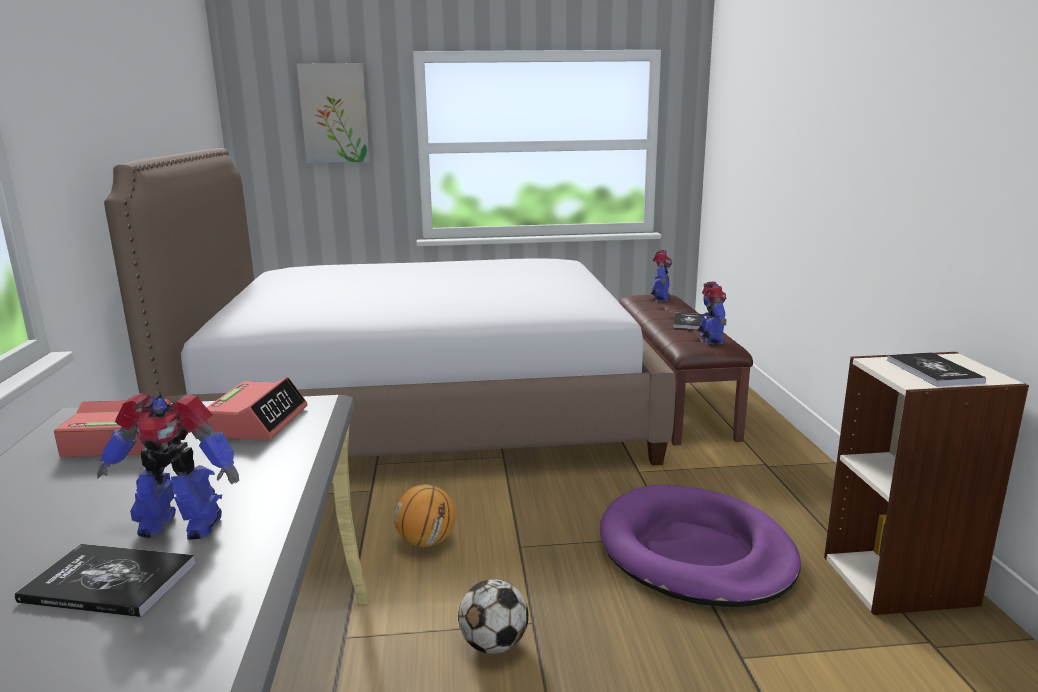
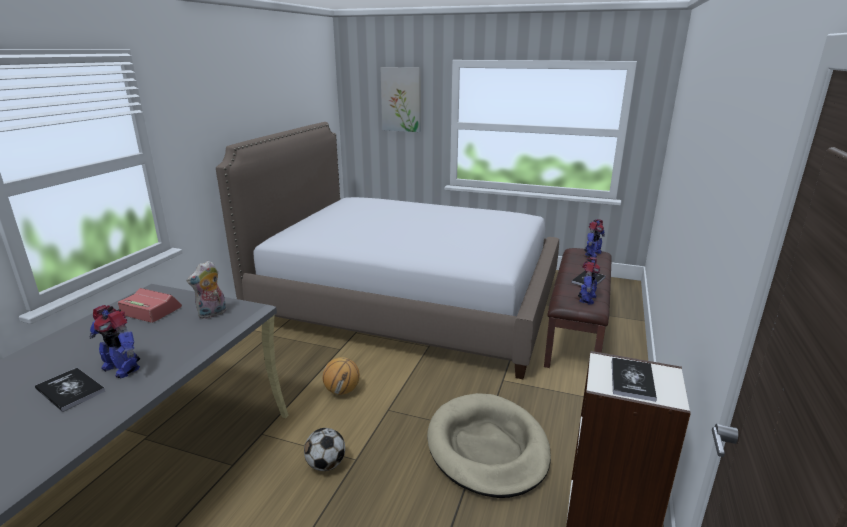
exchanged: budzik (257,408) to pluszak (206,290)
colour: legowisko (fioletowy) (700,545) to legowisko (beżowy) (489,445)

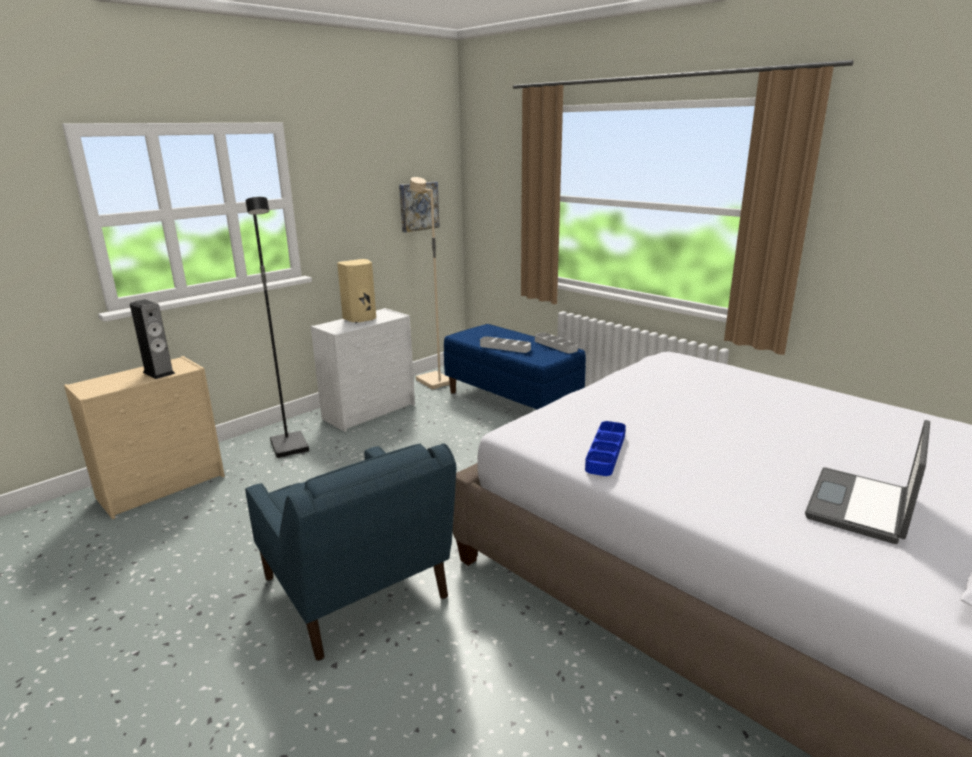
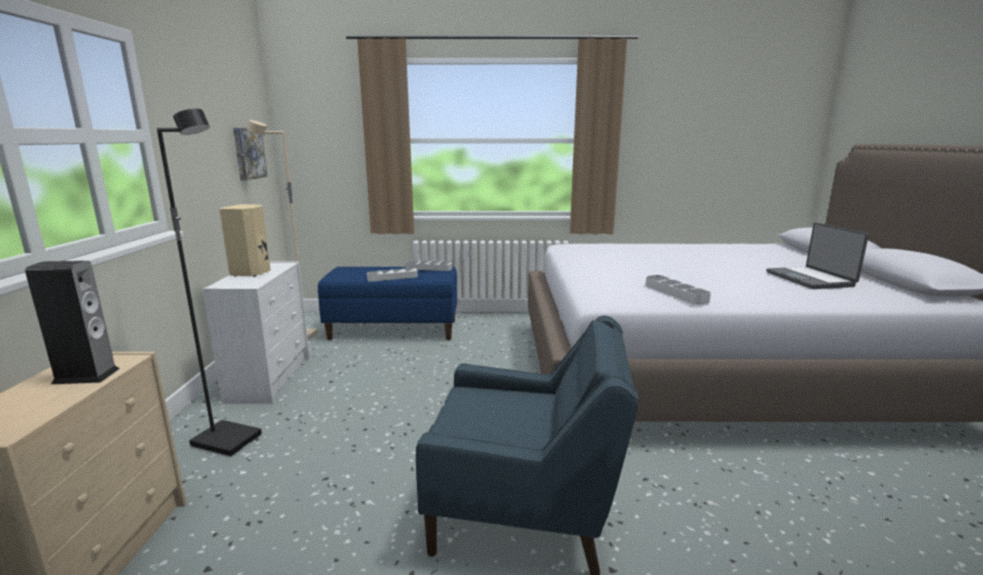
colour: taca (niebieski) (605,448) to taca (szary) (678,290)

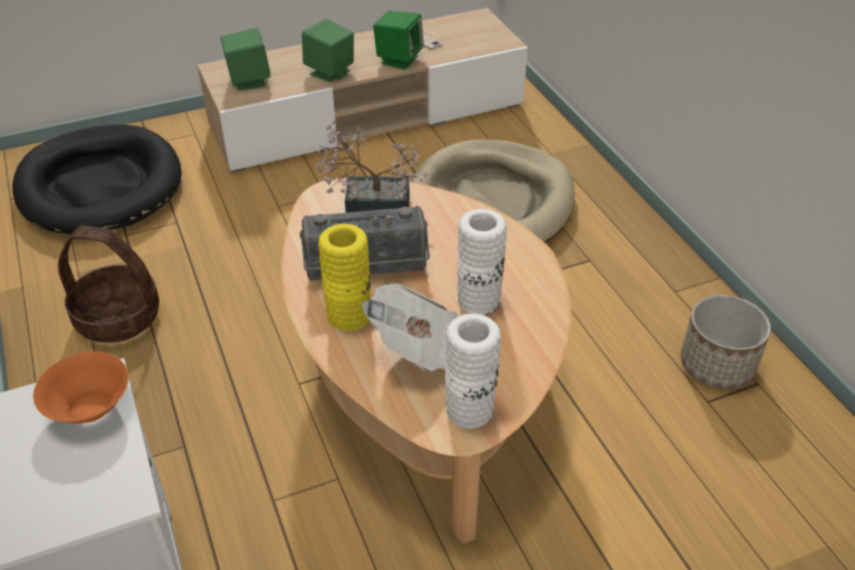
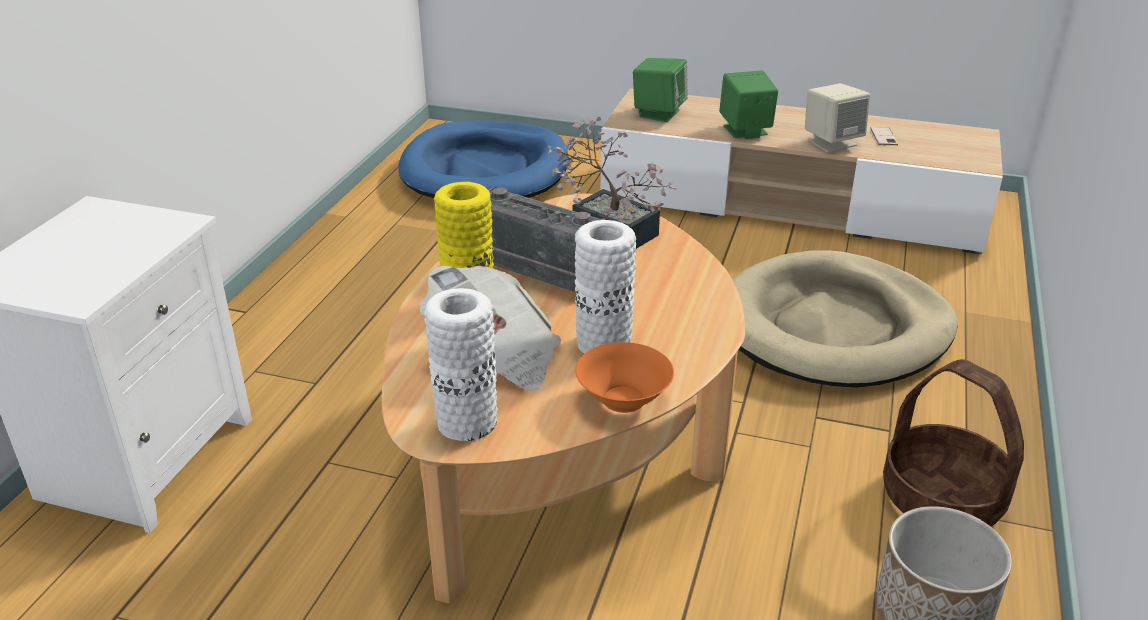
relocated: miska (pomarańczowy) (81,388) to (624,377); koszyk (108,284) to (953,442)
colour: legowisko (czarny) (97,179) to legowisko (niebieski) (483,159); głośnik (zielony) (398,40) to głośnik (beżowy) (837,117)

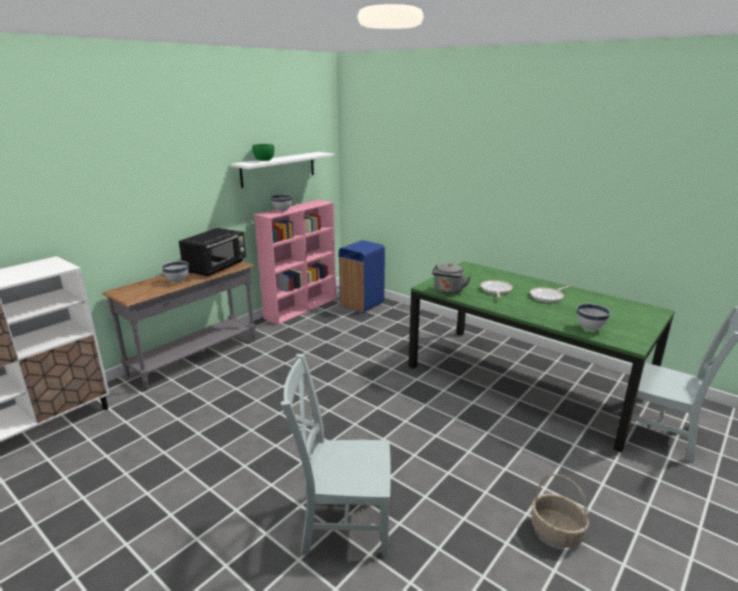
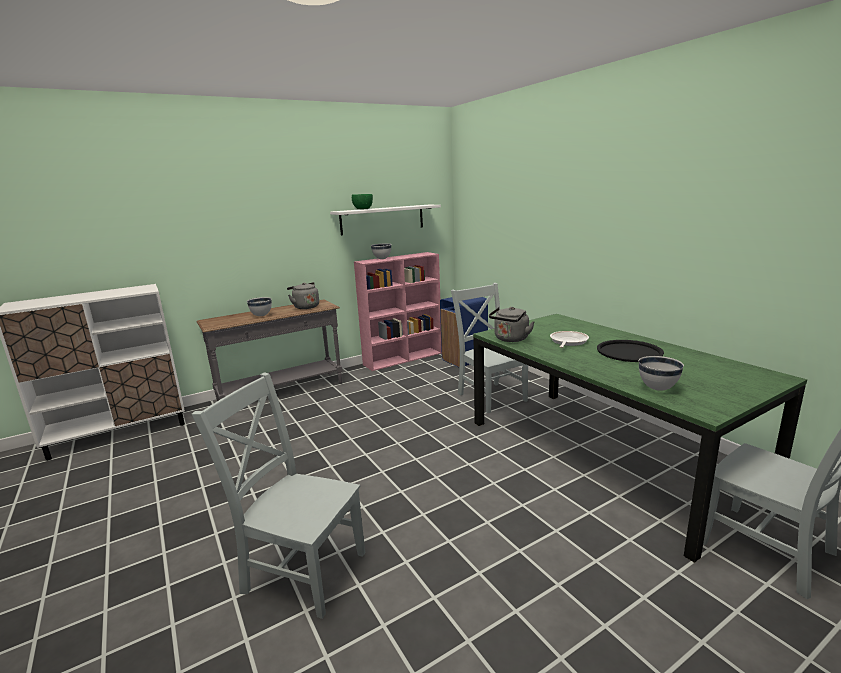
missing: koszyk (560,511)
appeared: krzesło (szary) (489,348)
exchanged: mikrofalówka (czarny) (212,252) to czajnik (szary) (303,295); patelnia (550,294) to taca (czarny) (630,351)

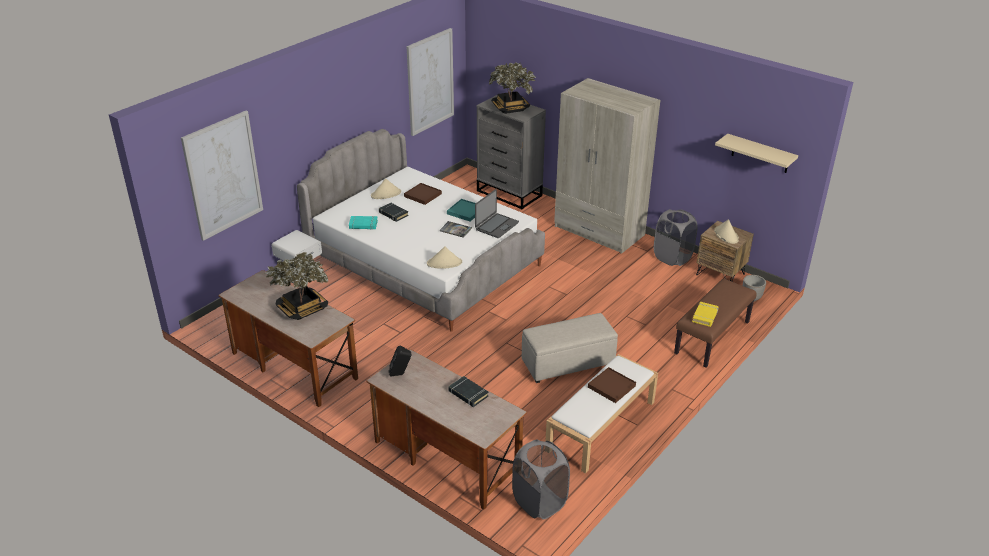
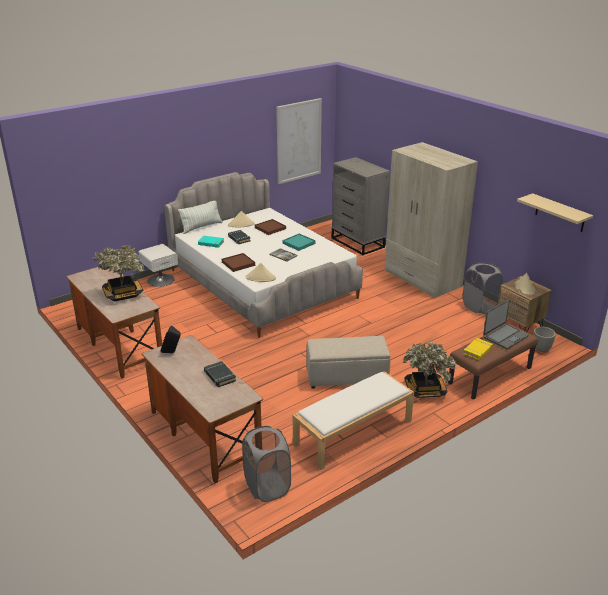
missing: obraz (222,176)
appeared: poduszka (200,217)
relocated: laptop (497,213) to (506,324); roślina doniczkowa (512,88) to (430,369); taca (brązowy) (612,385) to (238,262)

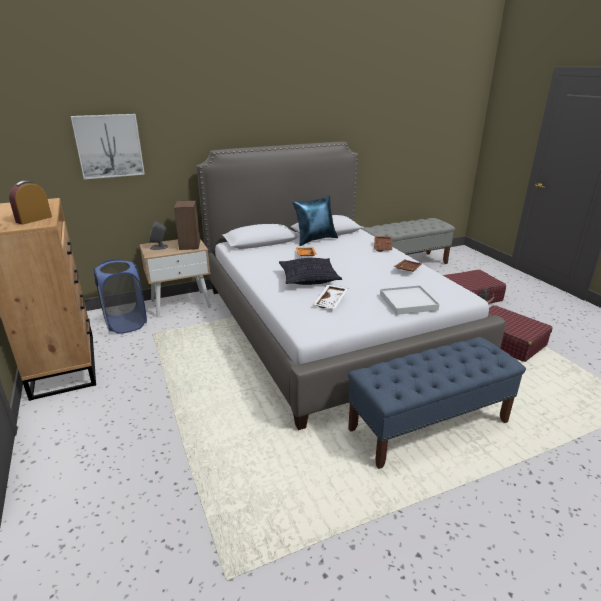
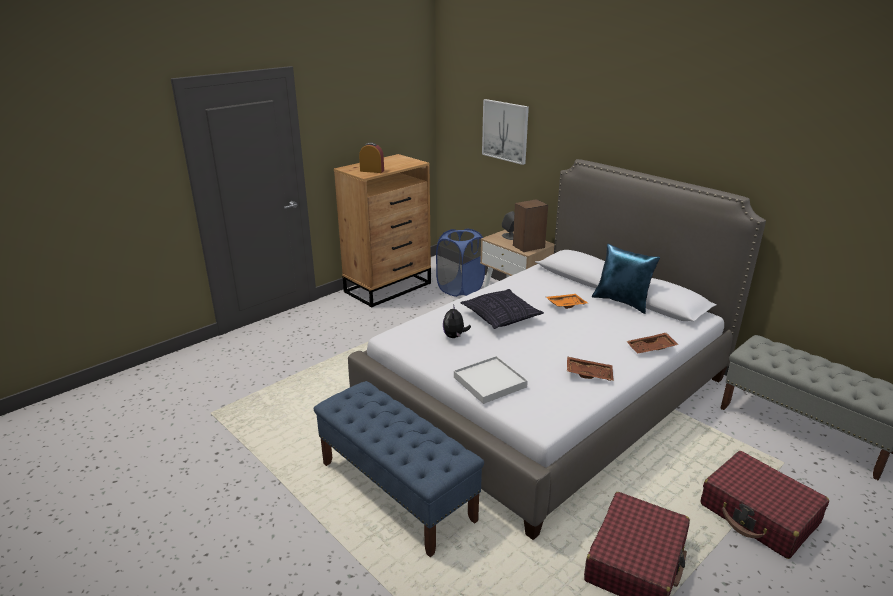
exchanged: taca (biały) (330,296) to pluszak (457,321)

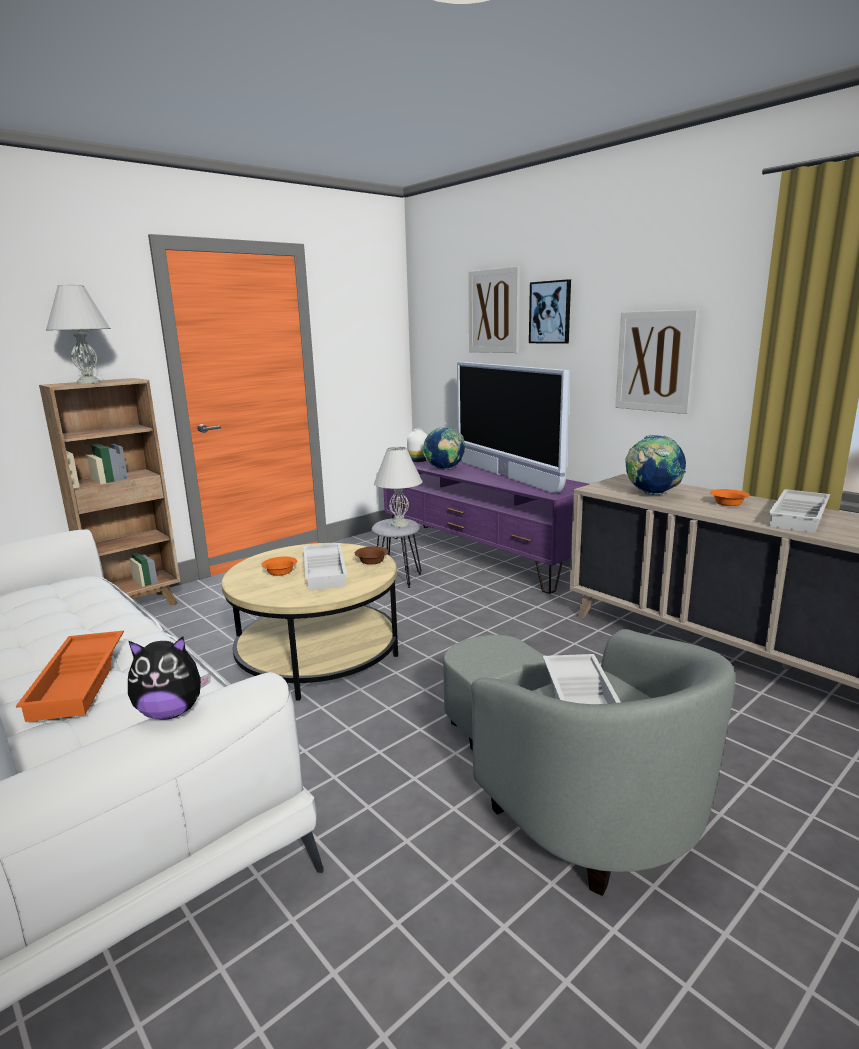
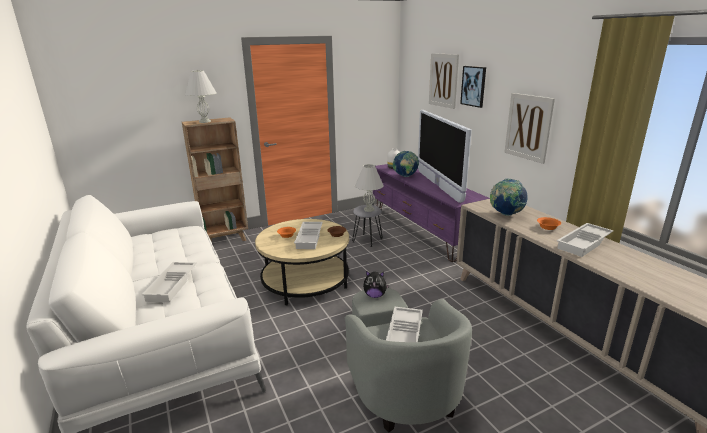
relocated: pluszak (169,678) to (376,284)
colour: taca (pomarańczowy) (70,676) to taca (biały) (169,282)

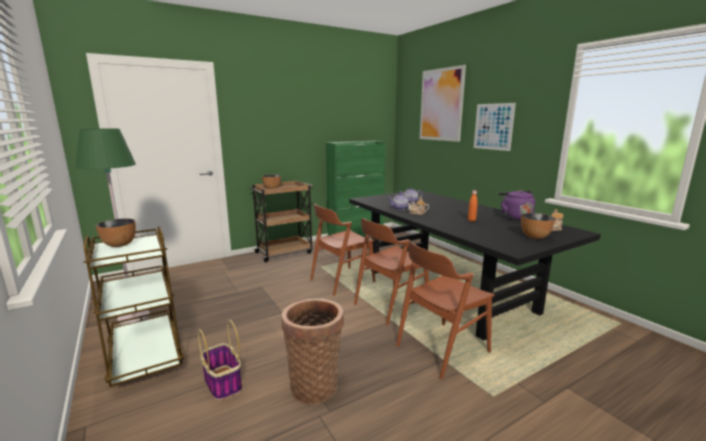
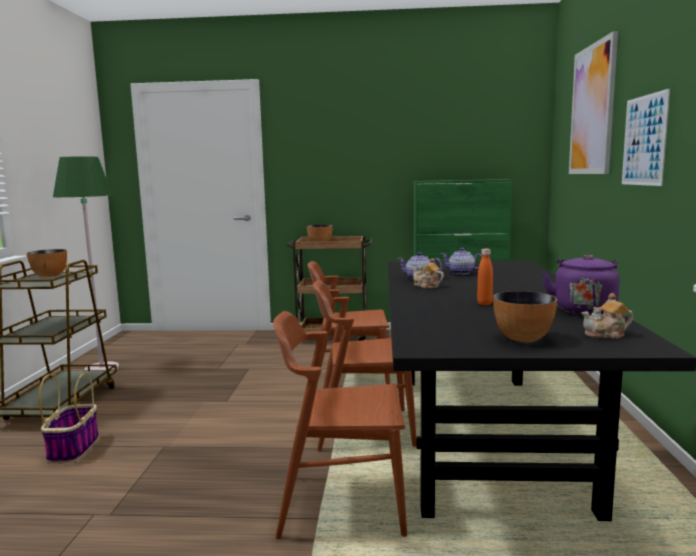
missing: koszyk (313,351)

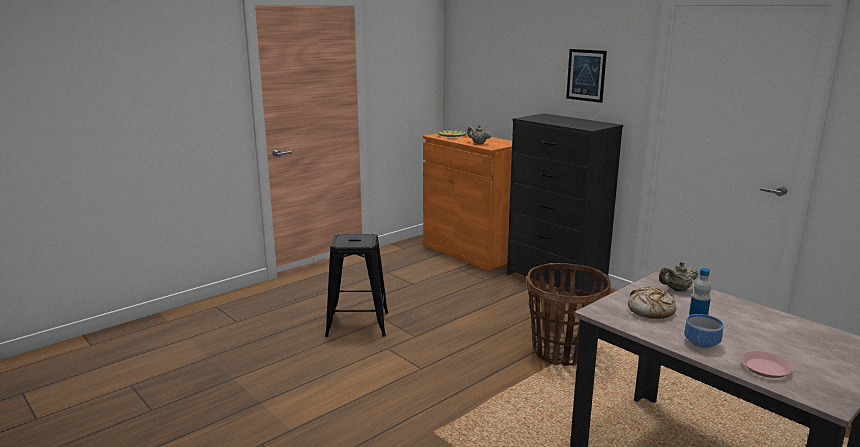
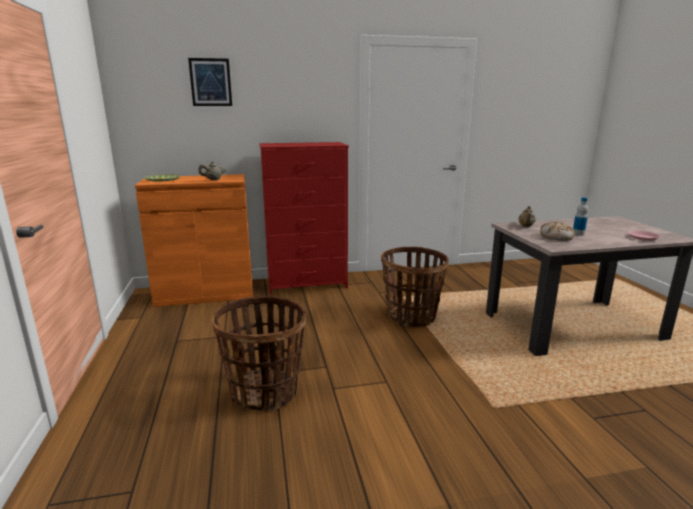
missing: miska (704,331)
relocated: obraz (586,76) to (210,82)
exchanged: stołek (czarny) (356,285) to koszyk (259,353)
colour: komoda (czarny) (565,204) to komoda (czerwony) (304,218)

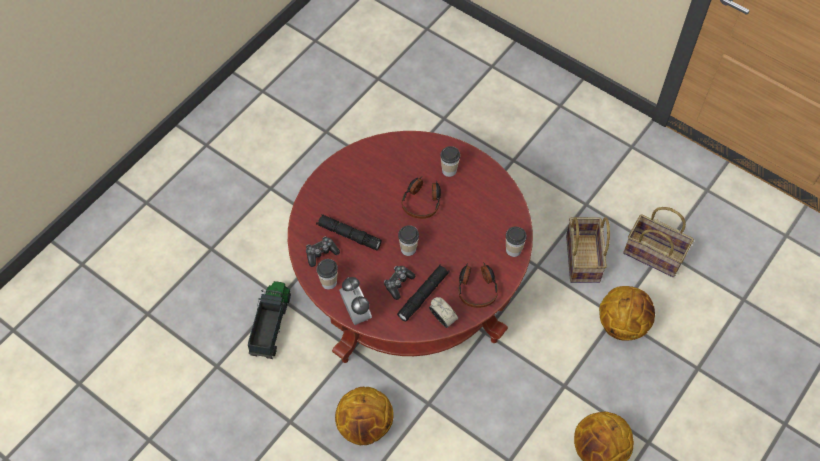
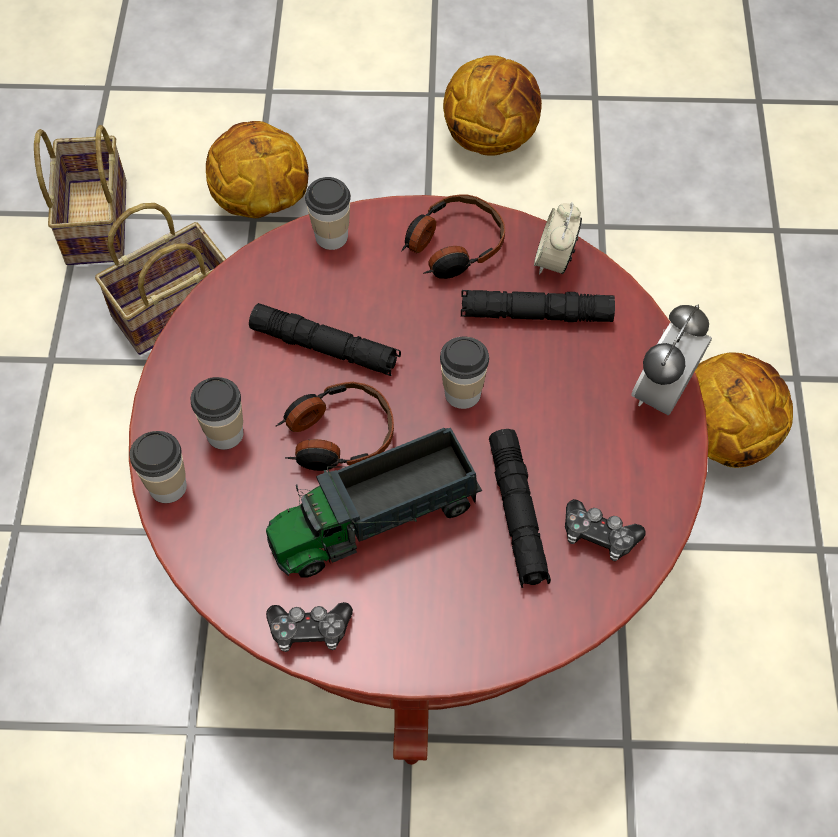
appeared: latarka (czarny) (325,339)
relocated: ciężarówka zabawkowa (269,320) to (374,503); filiżanka (327,274) to (158,467); pad do gier (399,283) to (309,627)

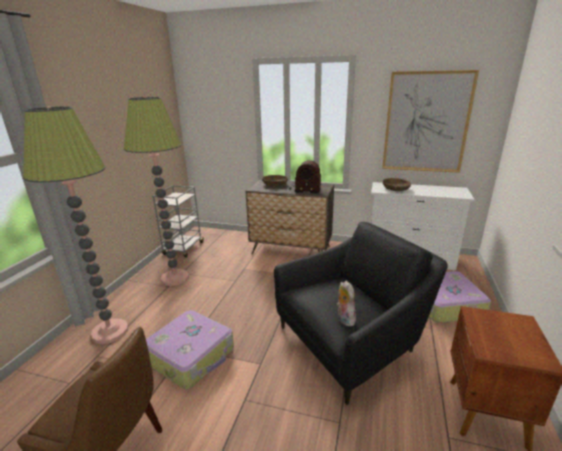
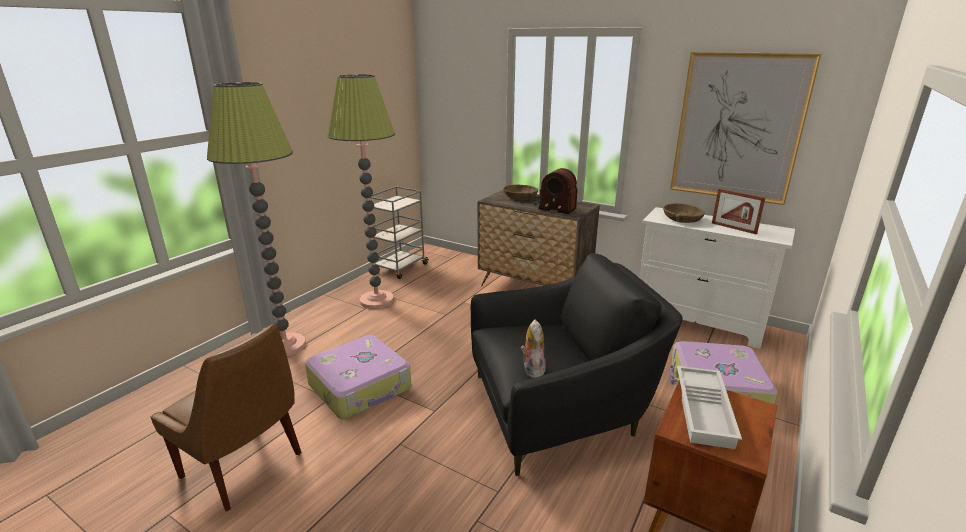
appeared: taca (biały) (709,407); ramka na zdjęcie (738,211)

